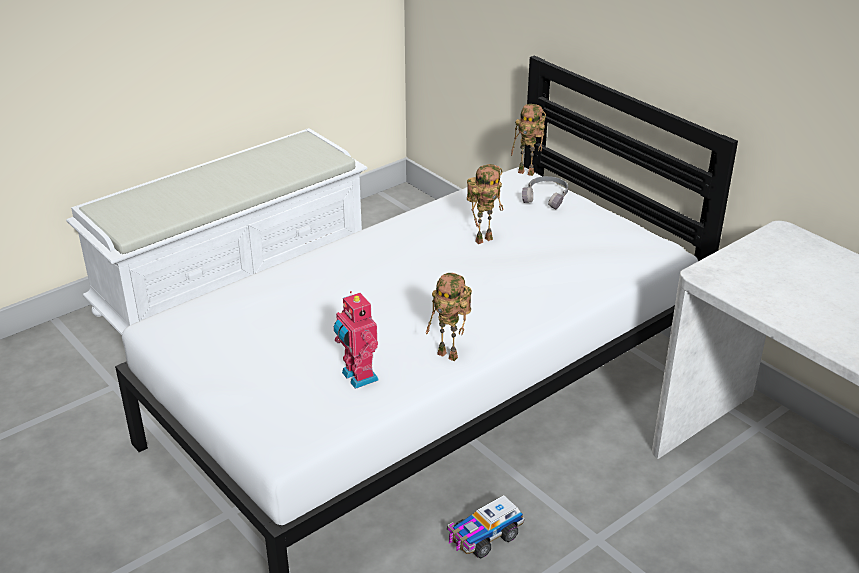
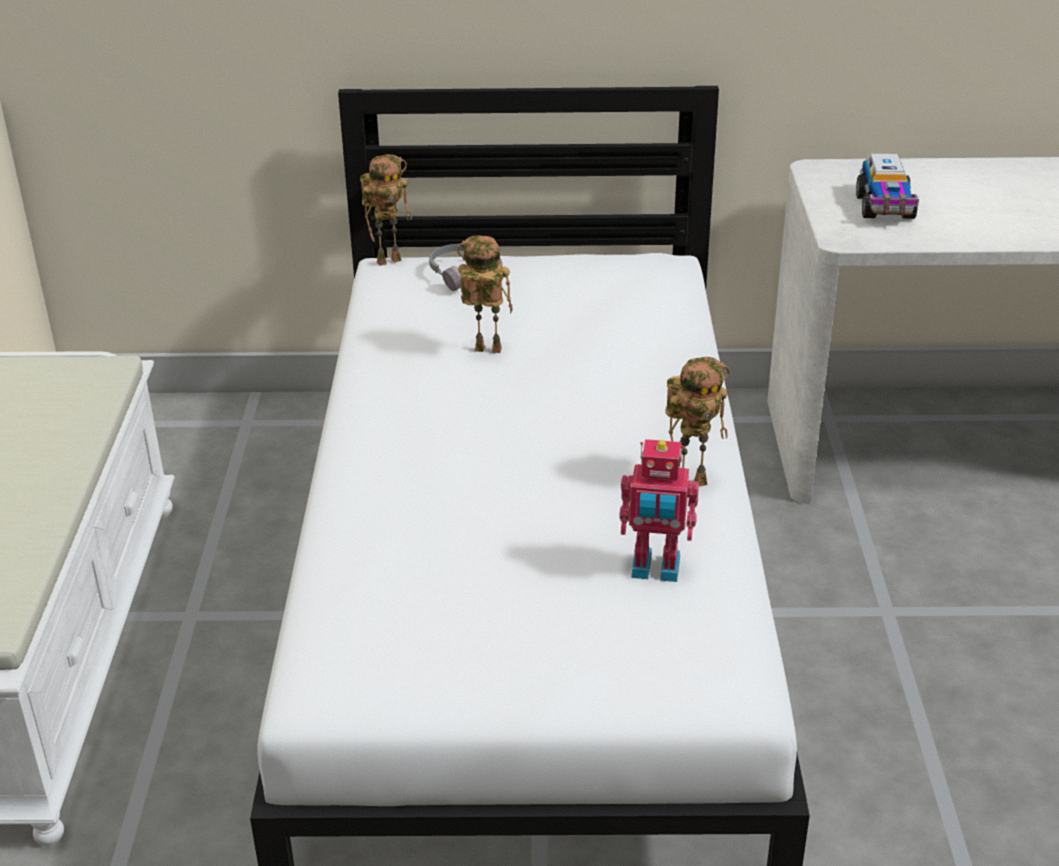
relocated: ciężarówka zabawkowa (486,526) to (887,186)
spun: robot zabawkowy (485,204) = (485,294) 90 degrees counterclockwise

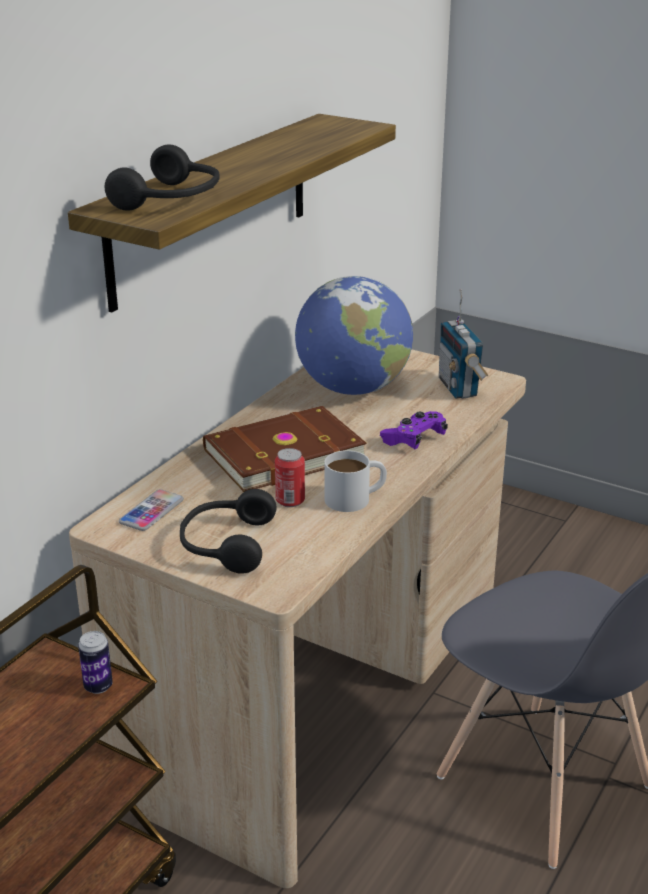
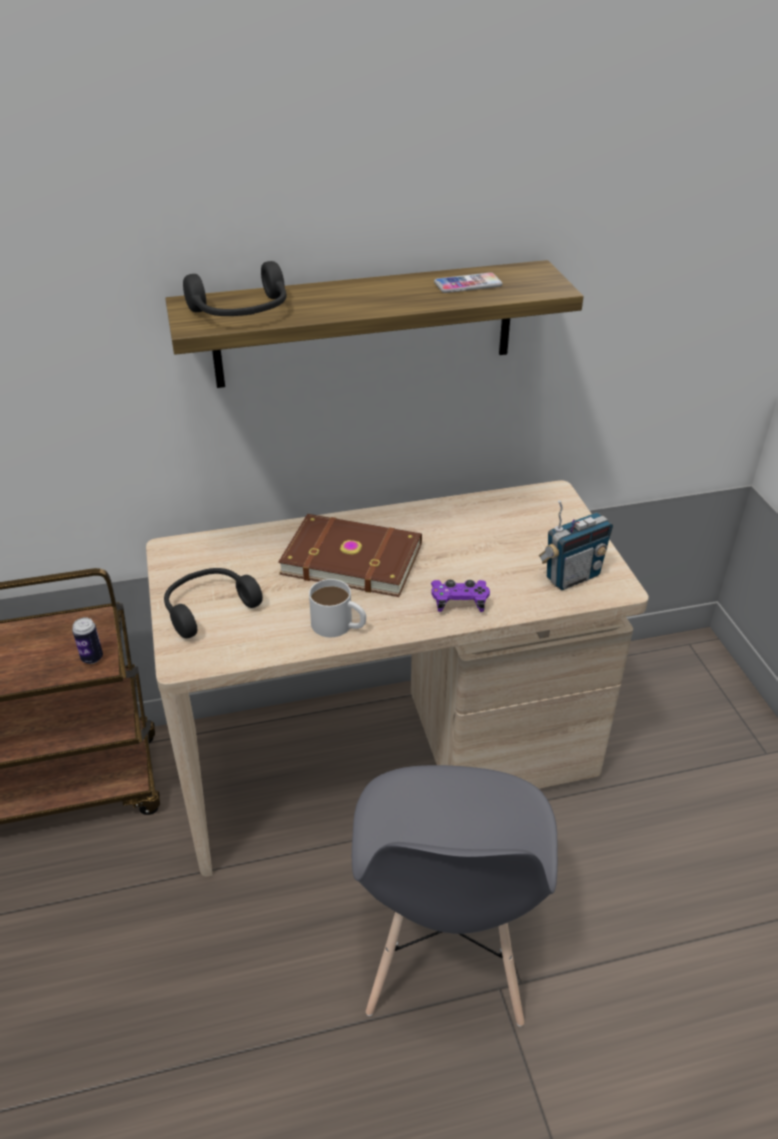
missing: puszka (290,477); globus (354,335)
relocated: telefon (151,510) to (468,282)
spun: radio (463,344) = (576,545) 150 degrees counterclockwise

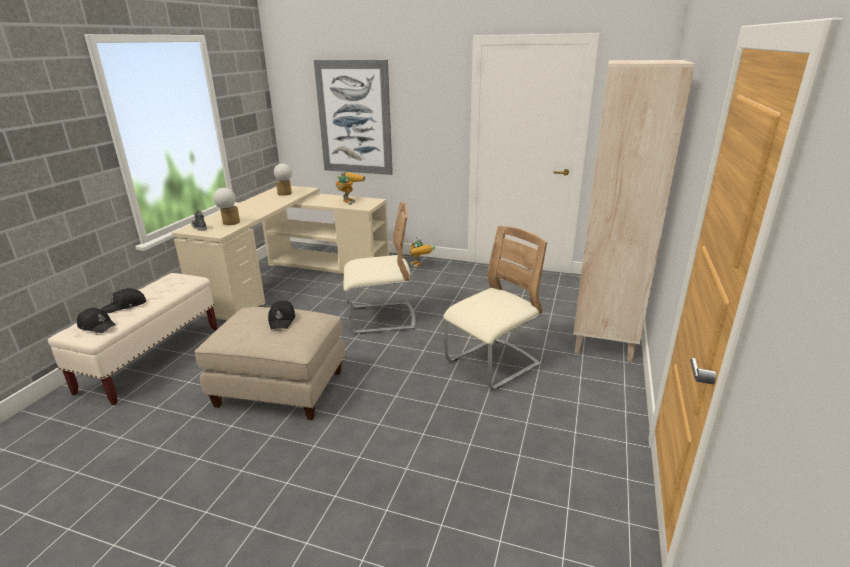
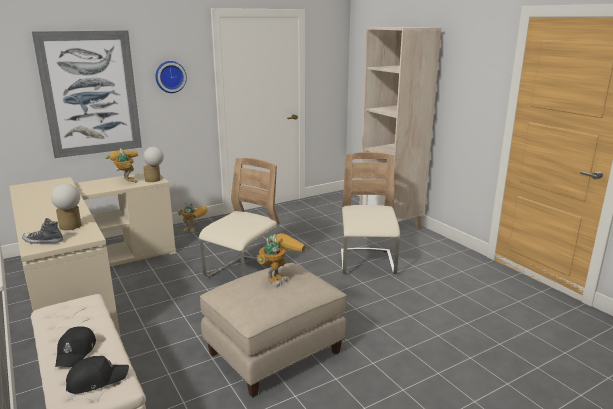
appeared: zegar ścienny (171,77)
relocated: lampa stołowa (283,179) to (153,164)
exchanged: czapka z daszkiem (czarny) (281,315) to robot zabawkowy (282,260)

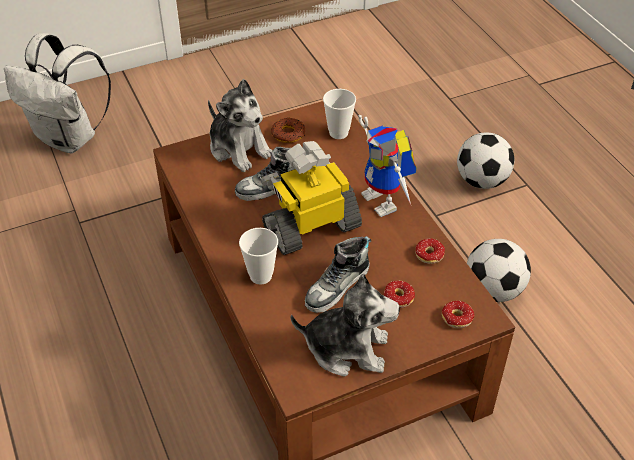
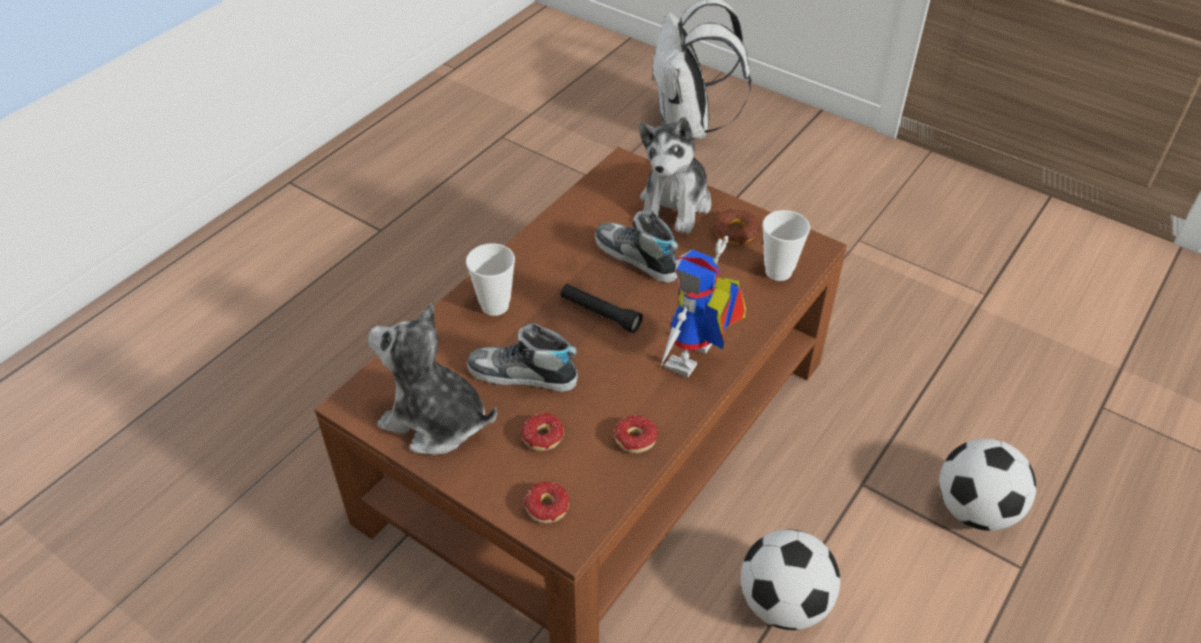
exchanged: robot zabawkowy (311,198) to latarka (czarny) (602,308)
spun: pluszak (345,325) = (432,379) 135 degrees clockwise

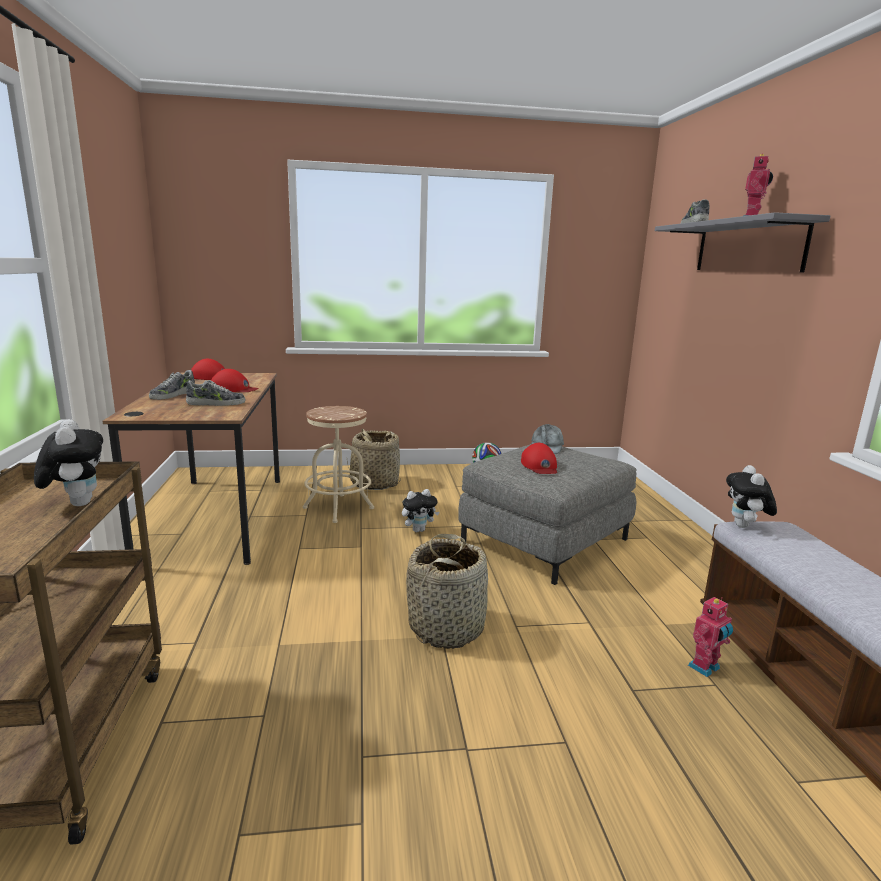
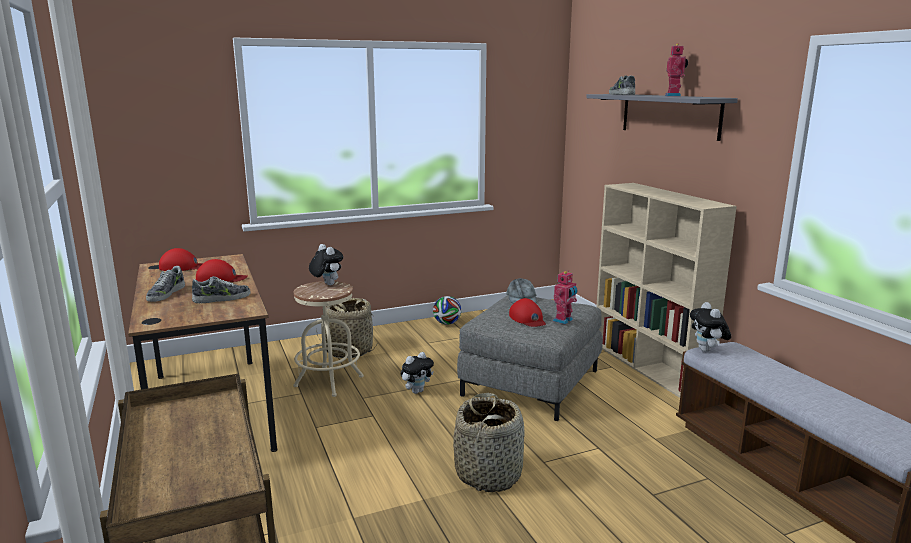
appeared: regał (beżowy) (666,290)
relocated: pluszak (68,462) to (326,264); robot zabawkowy (710,637) to (565,297)

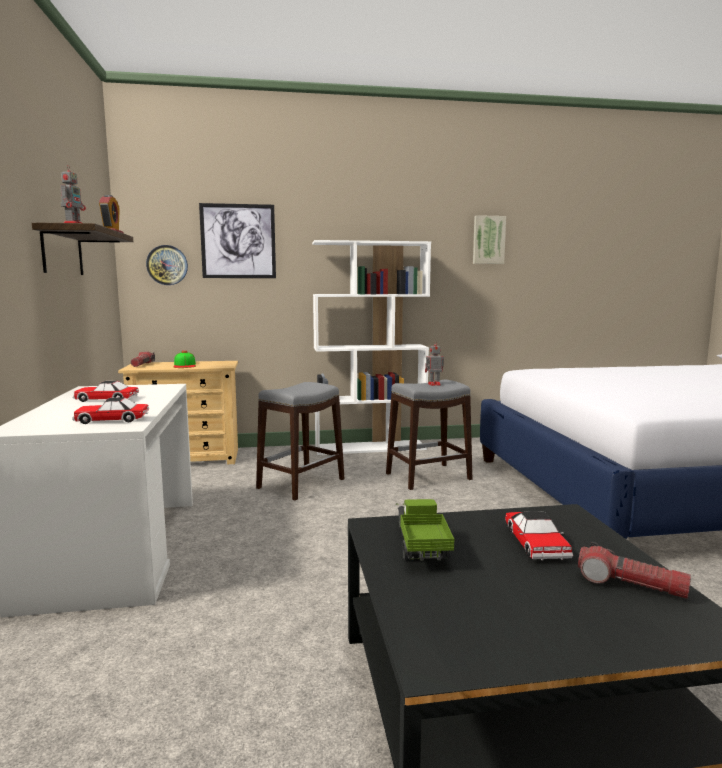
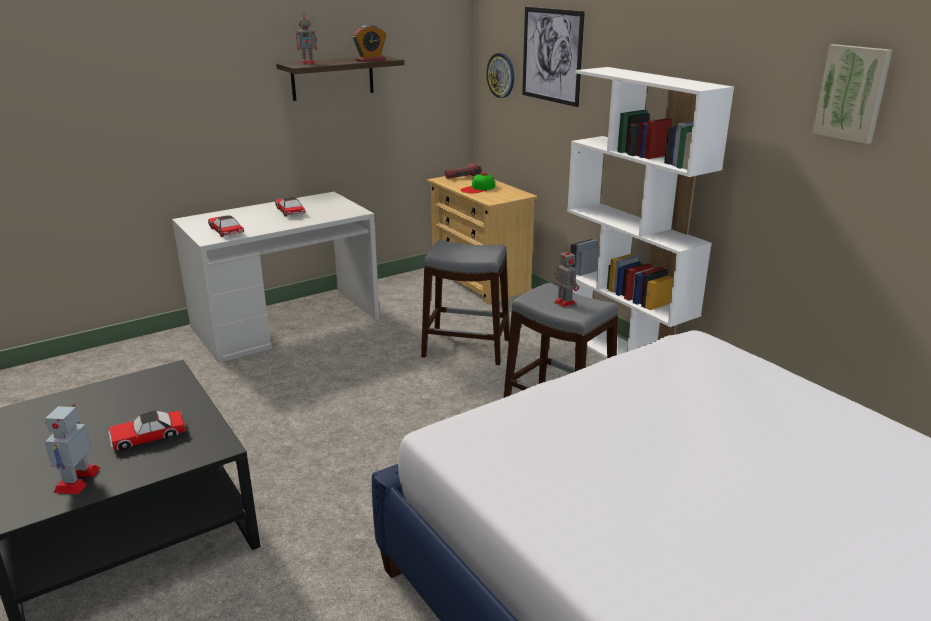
missing: ciężarówka zabawkowa (425,530)
exchanged: latarka (634,570) to robot zabawkowy (72,449)

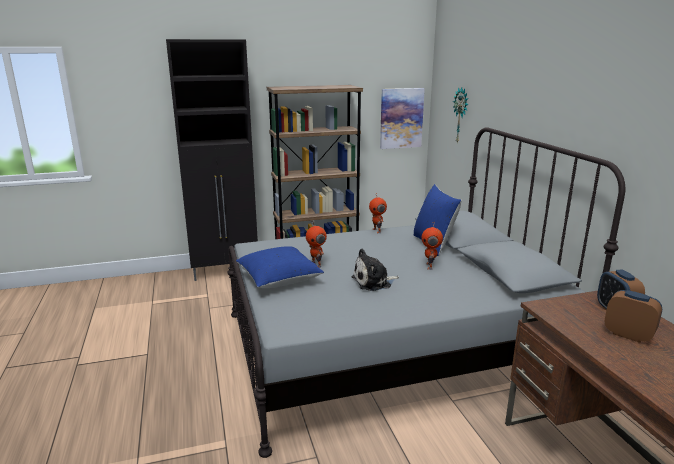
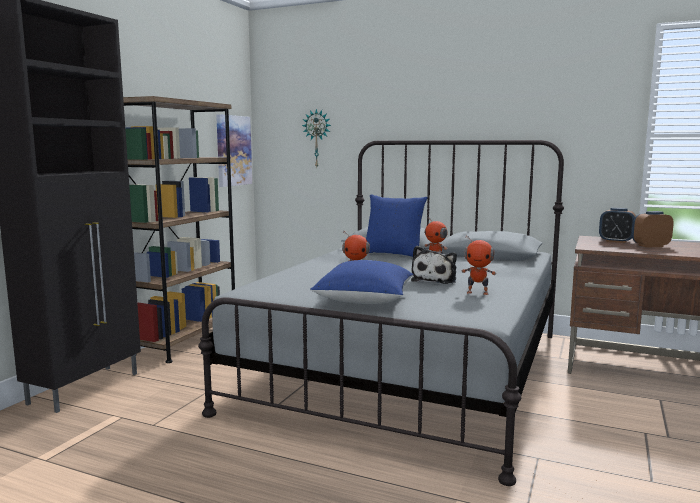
relocated: robot zabawkowy (378,213) to (479,265)

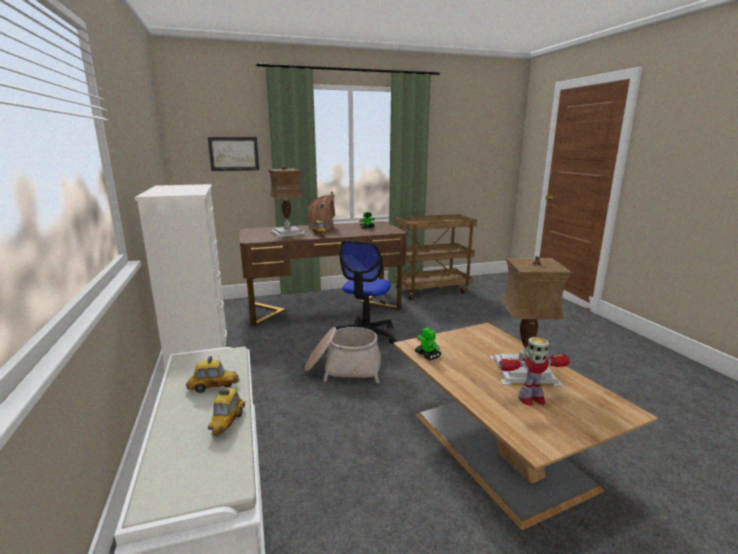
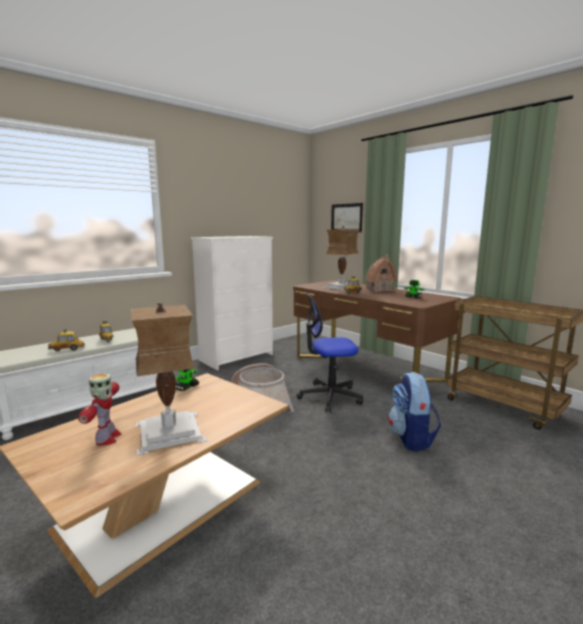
appeared: plecak (414,411)
spun: robot zabawkowy (534,371) = (100,409) 150 degrees counterclockwise

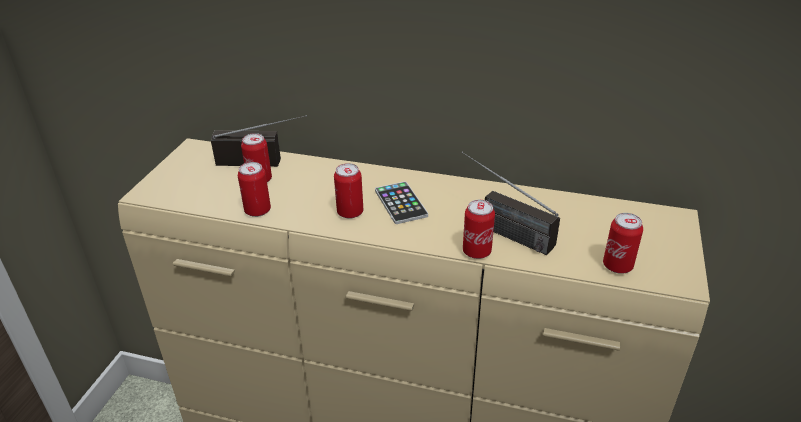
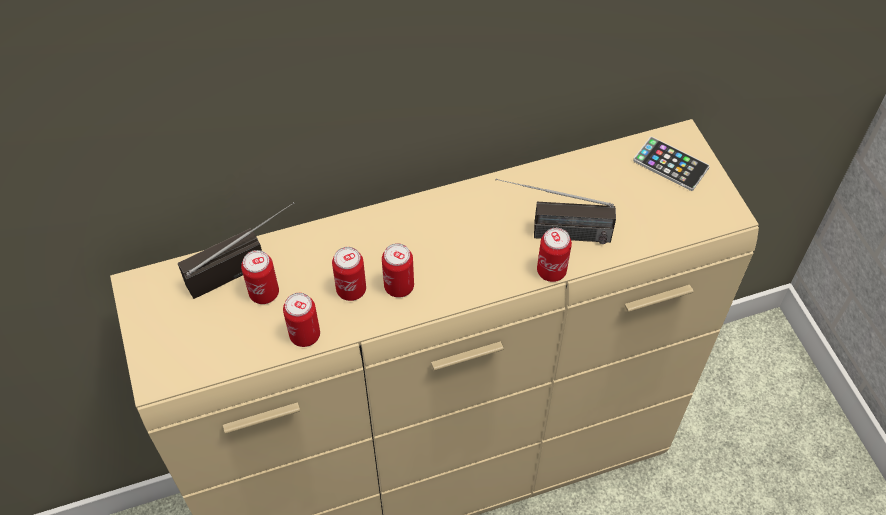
relocated: telefon (401,202) to (671,164); puszka (623,243) to (349,274)

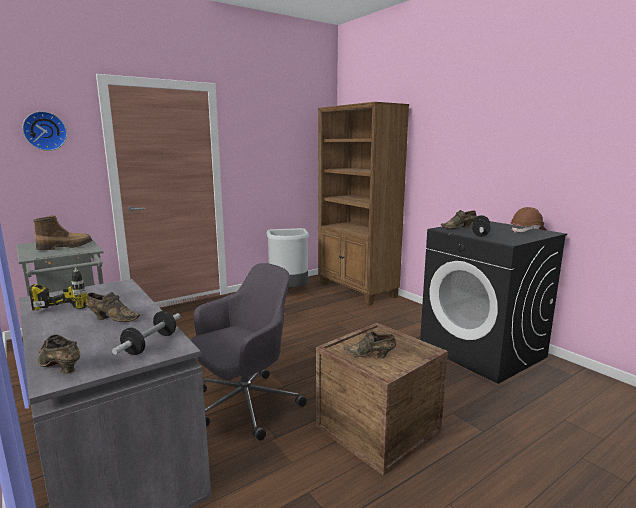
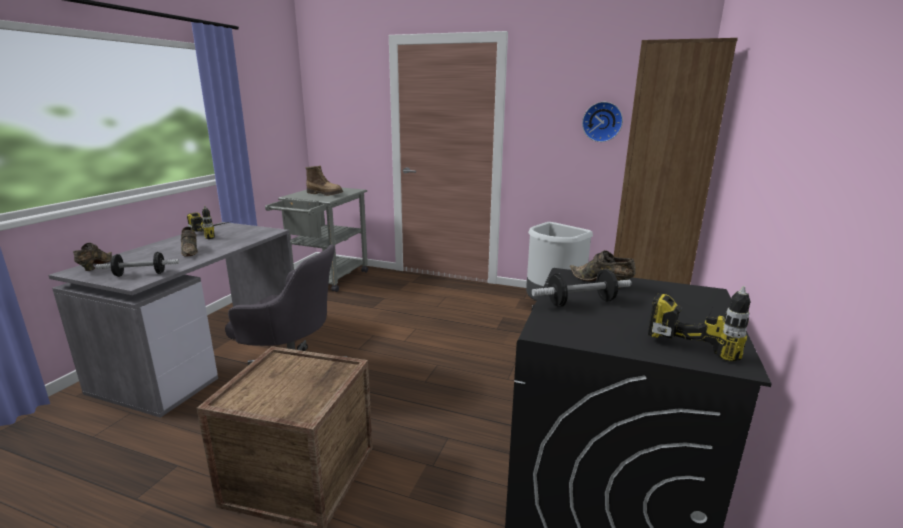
missing: but (brązowy) (369,345)
relocated: zegar ścienny (44,131) to (602,122)
exchanged: kask (brązowy) (528,220) to wiertarka (699,324)

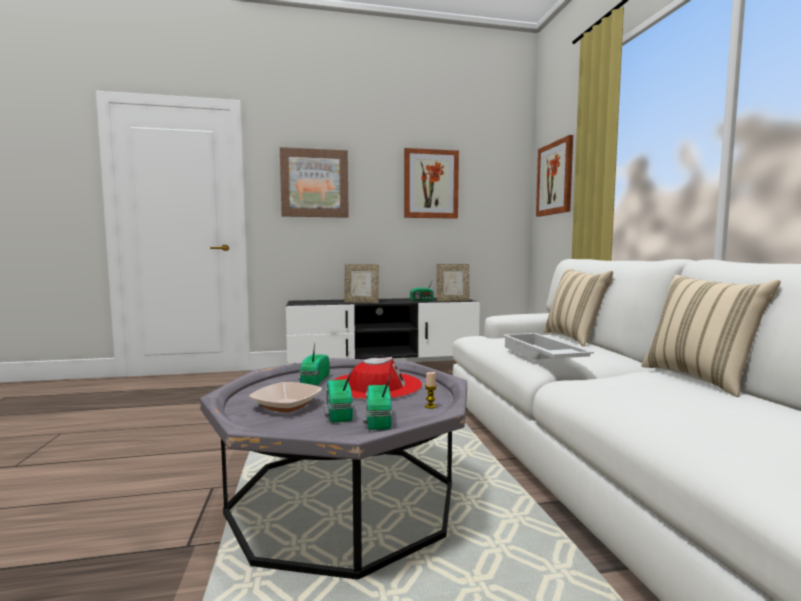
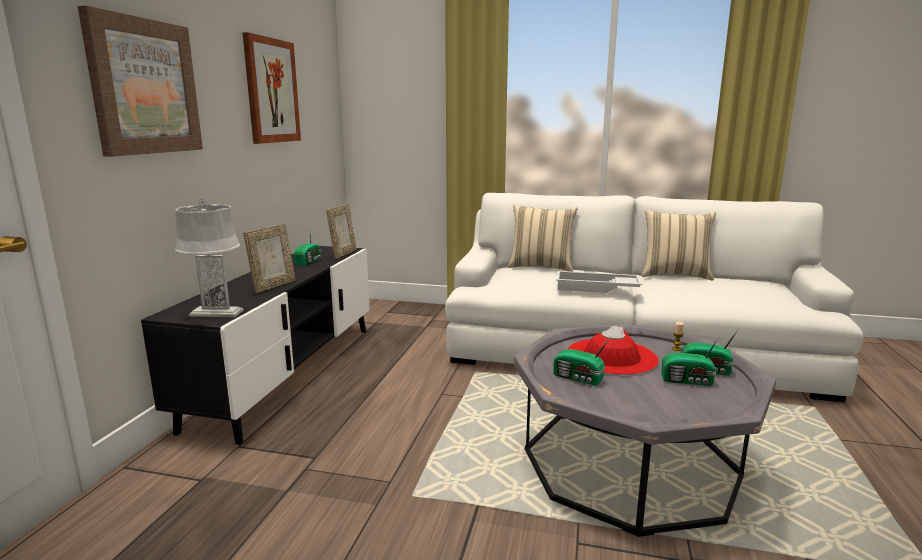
missing: miska (285,397); obraz (554,176)
appeared: lampa stołowa (szary) (209,258)

